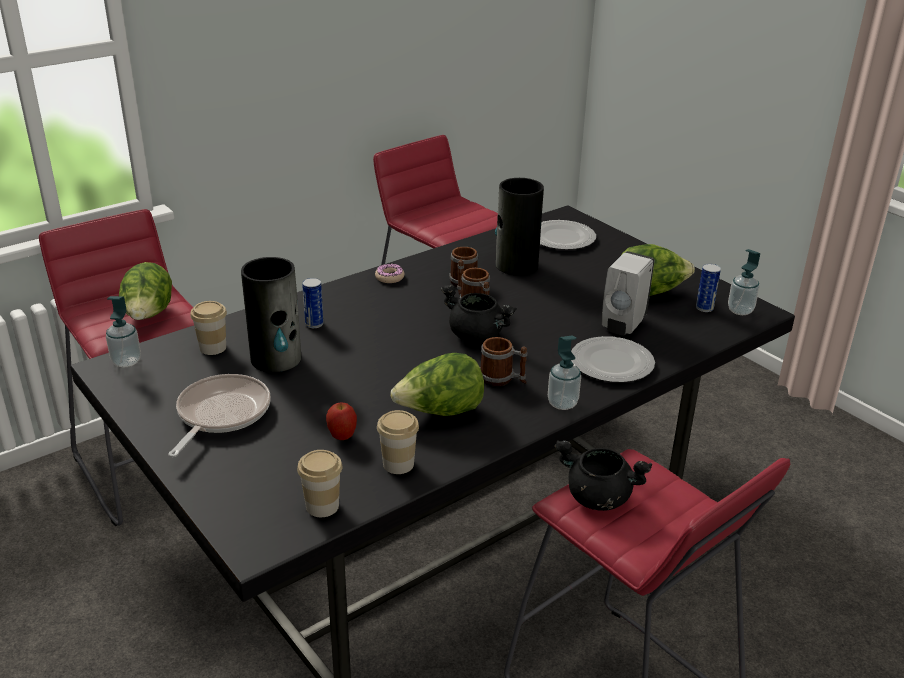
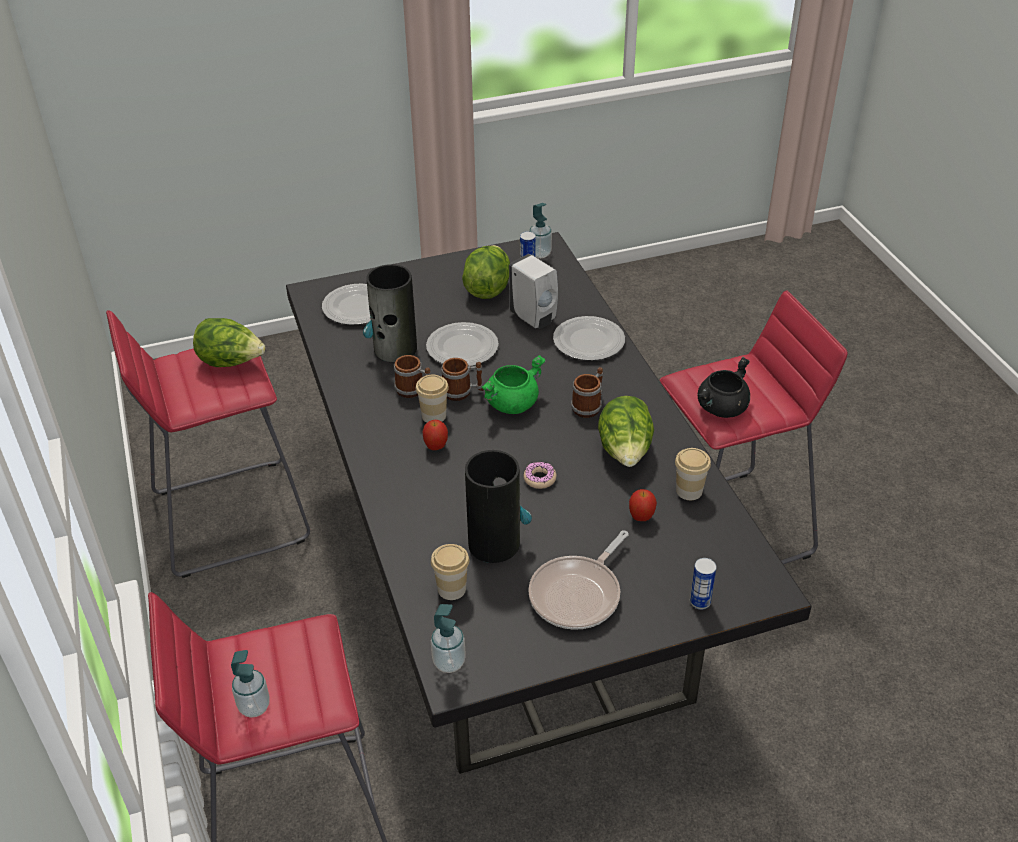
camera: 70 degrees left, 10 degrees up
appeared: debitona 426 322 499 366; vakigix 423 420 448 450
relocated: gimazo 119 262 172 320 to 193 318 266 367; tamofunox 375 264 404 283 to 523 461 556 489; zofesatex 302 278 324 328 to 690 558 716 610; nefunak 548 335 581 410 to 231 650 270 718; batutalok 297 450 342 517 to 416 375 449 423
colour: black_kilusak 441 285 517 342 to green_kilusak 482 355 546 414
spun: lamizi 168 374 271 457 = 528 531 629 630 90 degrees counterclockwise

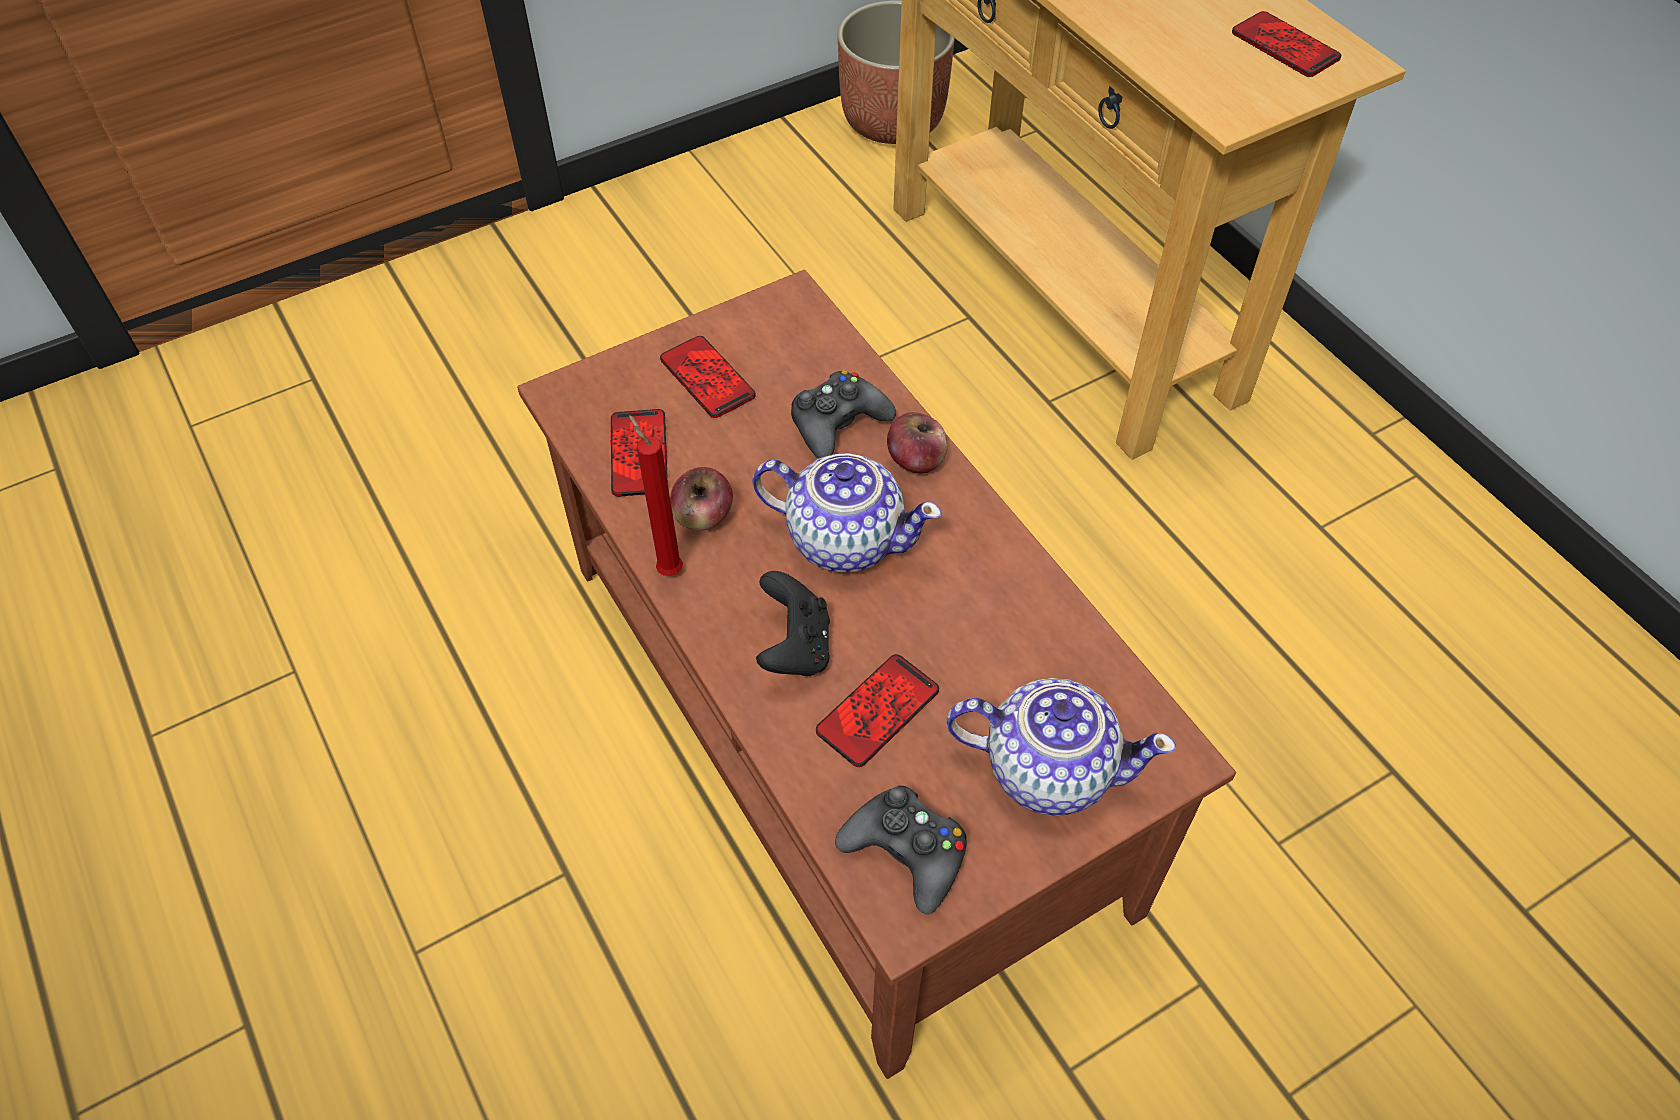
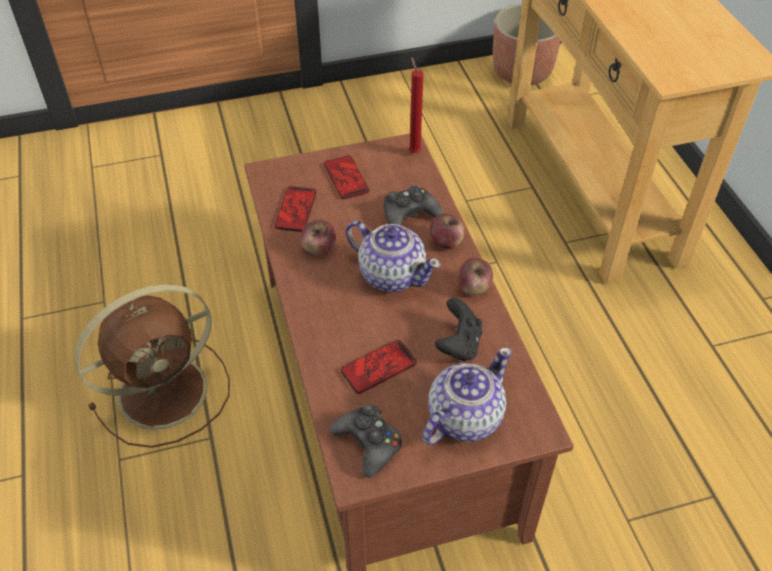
camera: 15 degrees right, 5 degrees down
missing: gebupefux 1232 11 1341 77
appeared: vakigix 457 258 493 295; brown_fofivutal 74 284 230 448
relocated: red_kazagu 629 415 683 576 to 409 57 423 153; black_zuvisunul 756 571 830 676 to 435 298 482 362
spun: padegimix 946 678 1176 816 = 422 347 512 445 75 degrees counterclockwise

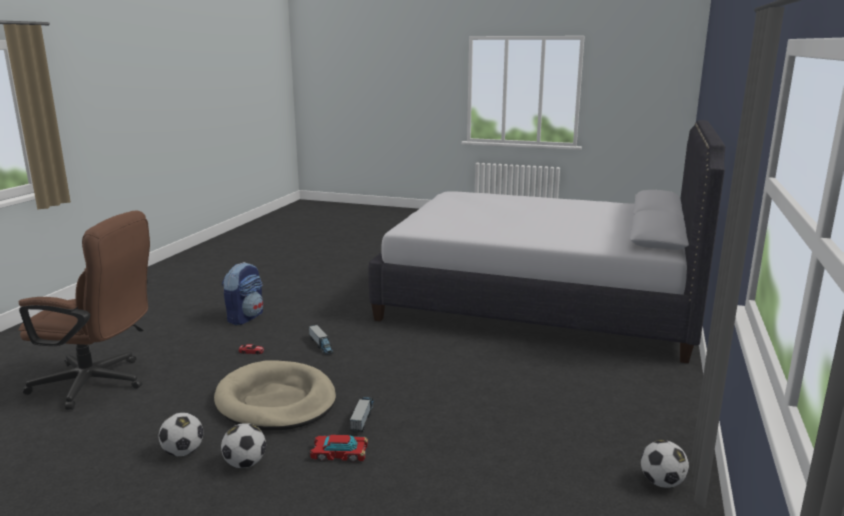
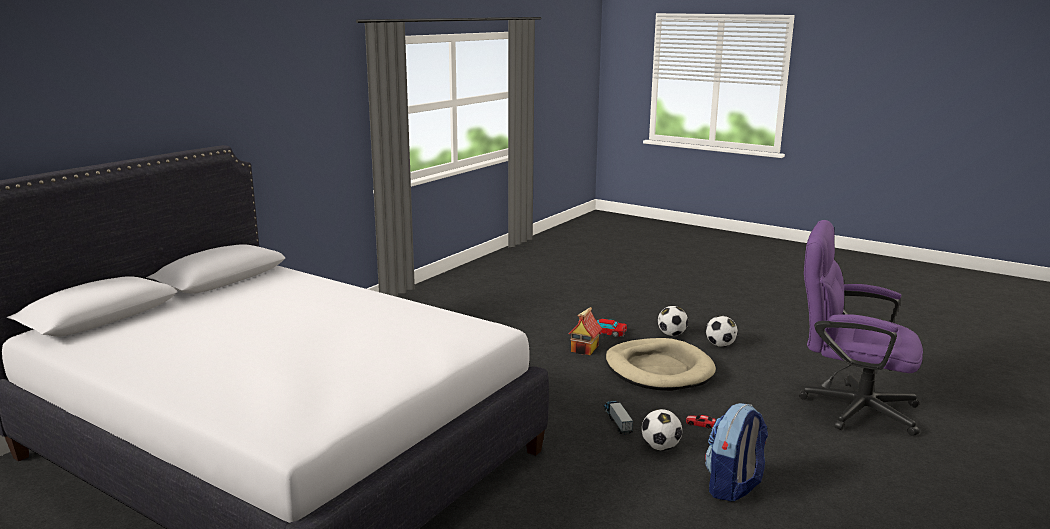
camera: 165 degrees left, 0 degrees up
relocated: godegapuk 641 440 689 488 to 642 409 682 451
exchanged: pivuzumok 350 397 374 433 to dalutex 568 307 602 355
colour: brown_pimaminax 18 210 150 410 to purple_pimaminax 799 220 923 436

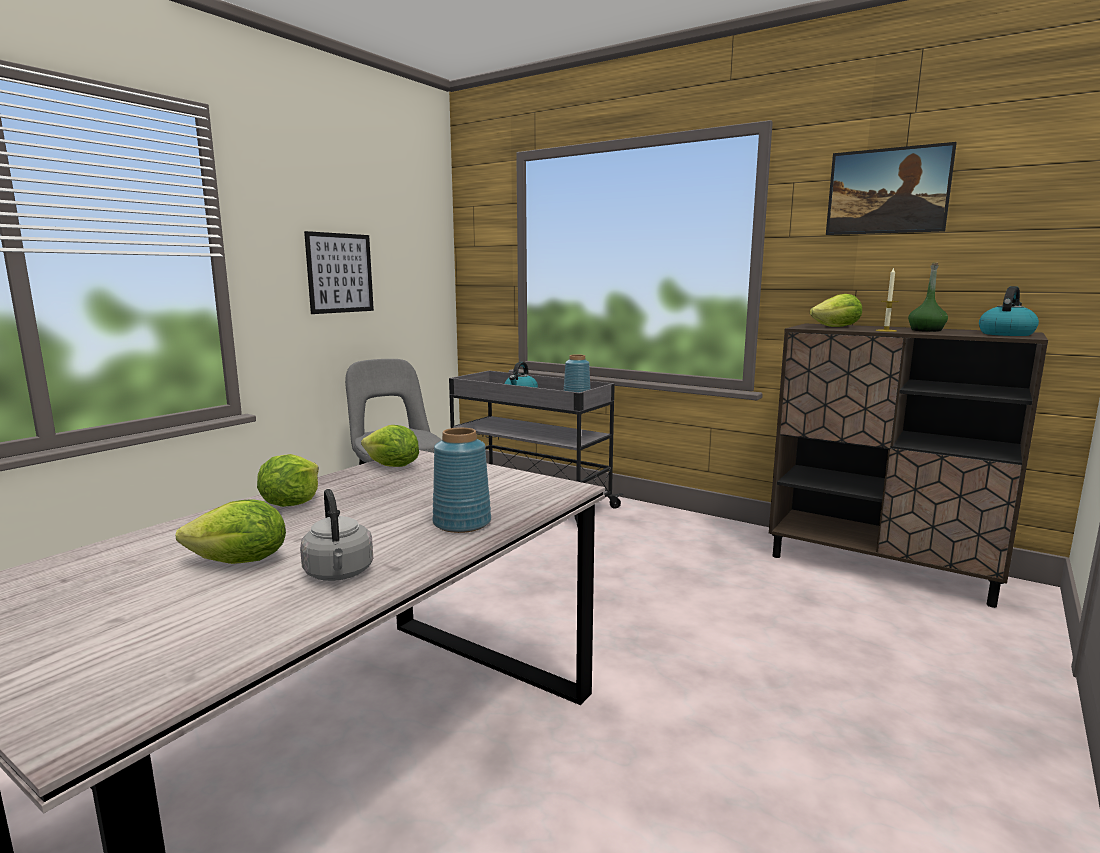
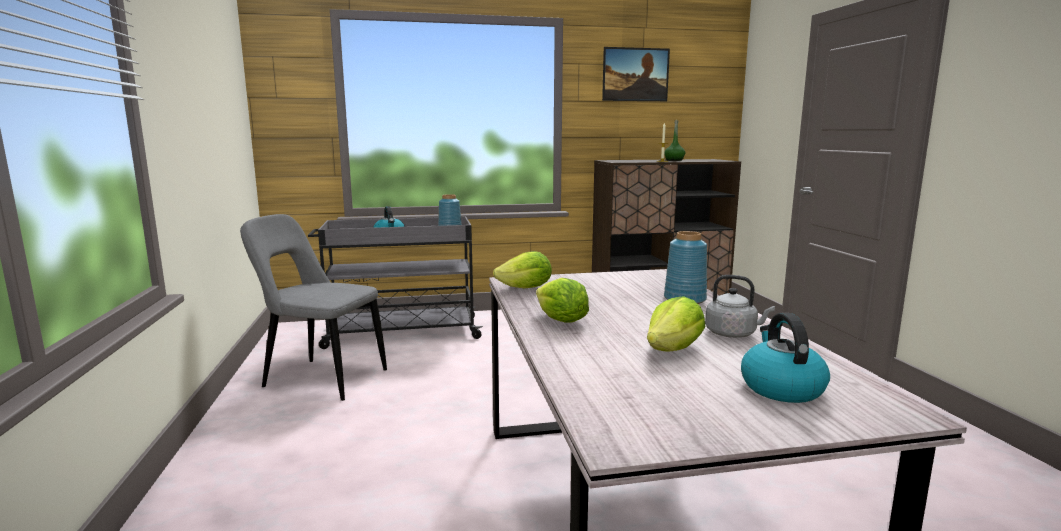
camera: 45 degrees left, 0 degrees up
missing: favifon 304 231 374 314; gimazo 810 294 862 327
relocated: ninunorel 979 286 1039 336 to 741 313 830 403

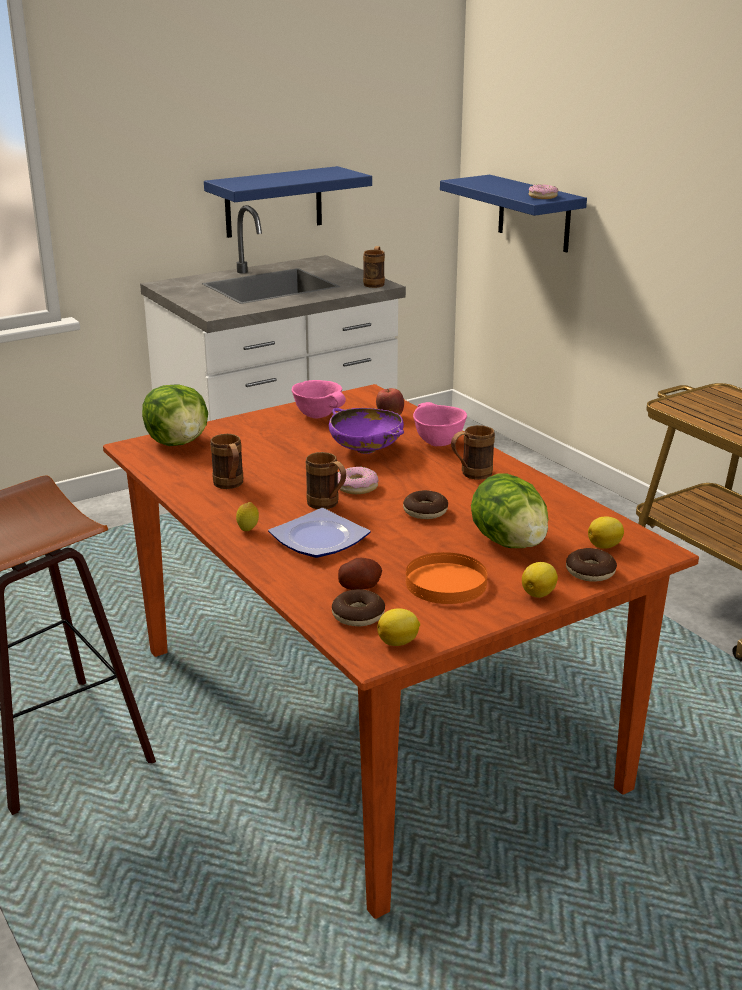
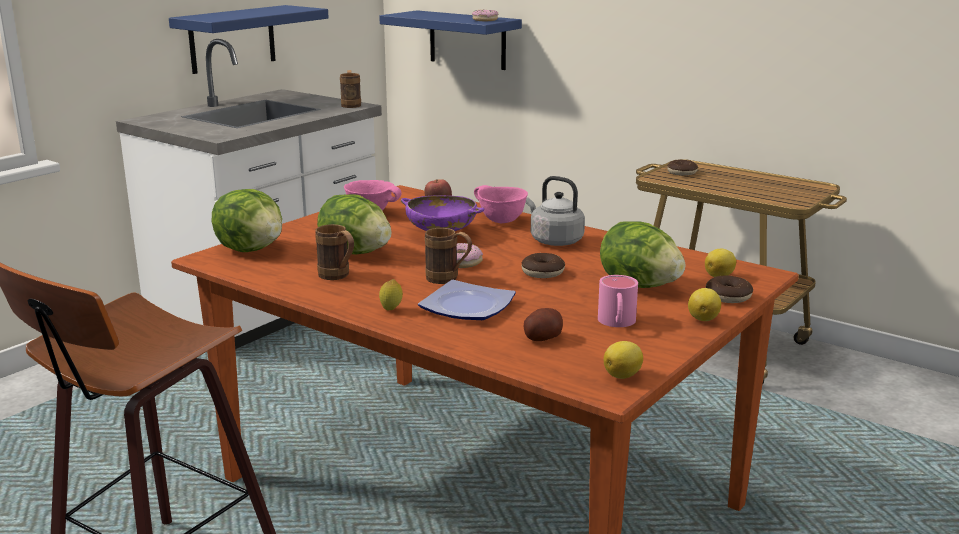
camera: 20 degrees left, 5 degrees down
appeared: gimazo 317 194 392 254
relocated: tamofunox 332 589 385 626 to 667 160 698 176
exchanged: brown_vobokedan 451 425 495 480 to grey_ninunorel 526 176 585 246; orange_debitona 406 552 487 604 to pink_vobokedan 598 275 638 327

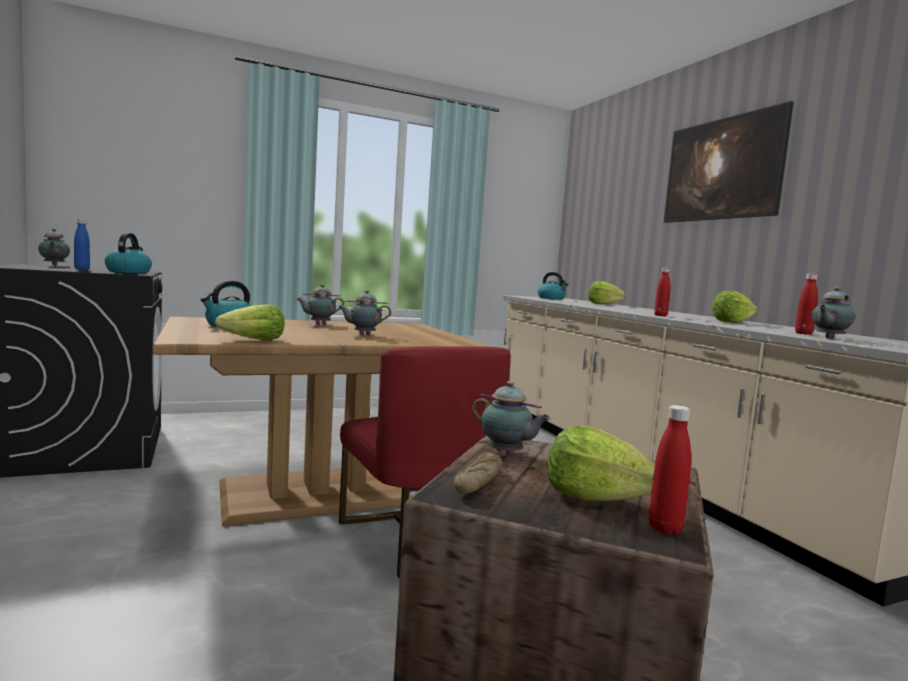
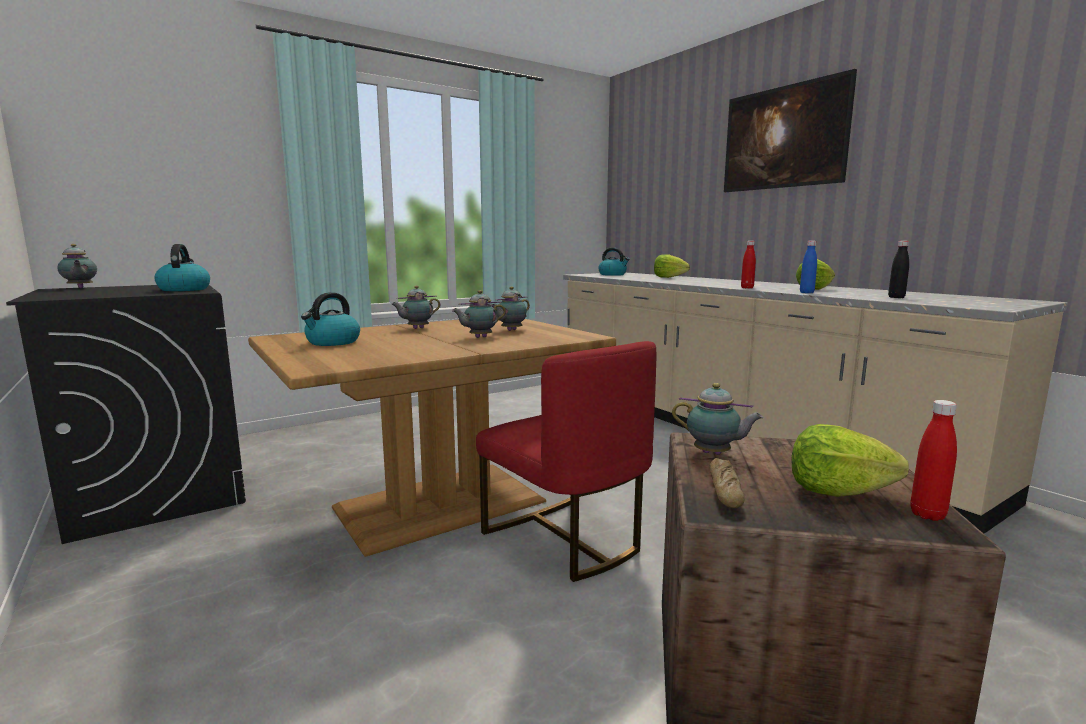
camera: 10 degrees left, 5 degrees up
missing: gimazo 215 304 285 340
relocated: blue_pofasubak 74 219 90 270 to 800 241 817 293; padegimix 812 287 855 339 to 491 286 530 331
colour: red_pofasubak 795 274 818 335 to black_pofasubak 888 241 909 298

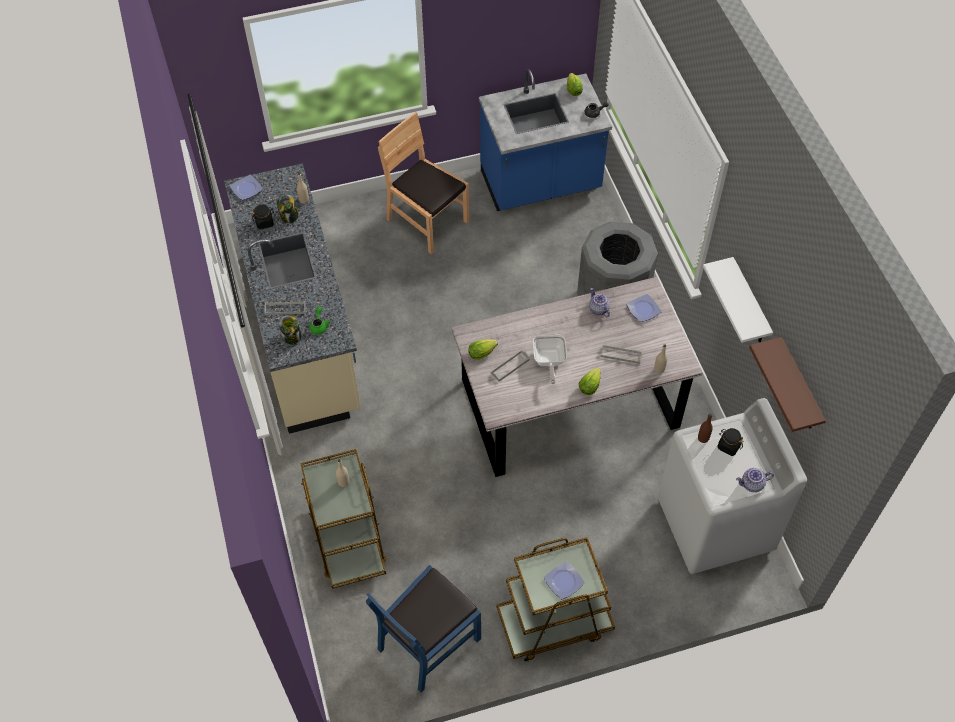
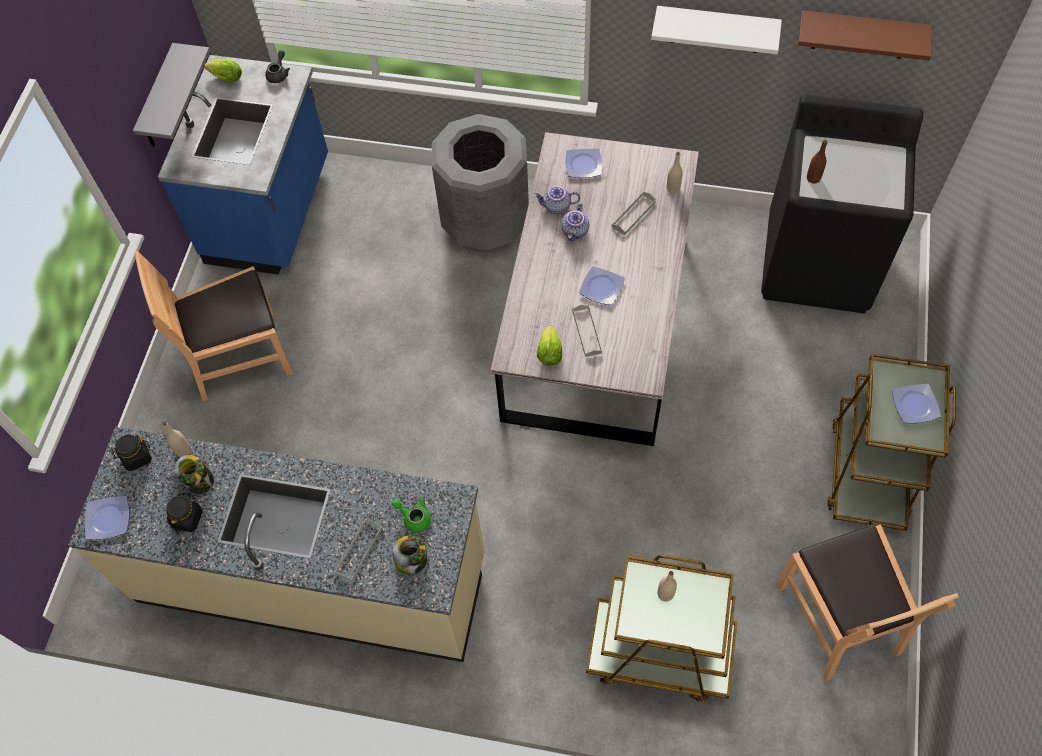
camera: 60 degrees left, 5 degrees up
missing: gimazo 579 368 601 395
appeared: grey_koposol 133 43 210 147
relocated: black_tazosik 717 428 744 456 to 111 435 152 471; padegimix 736 468 774 492 to 561 203 589 241
exchanged: lamizi 533 335 567 384 to debitona 579 266 625 305
colour: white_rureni 658 398 807 574 to black_rureni 761 95 923 313; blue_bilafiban 366 565 481 693 to brown_bilafiban 776 524 959 681

